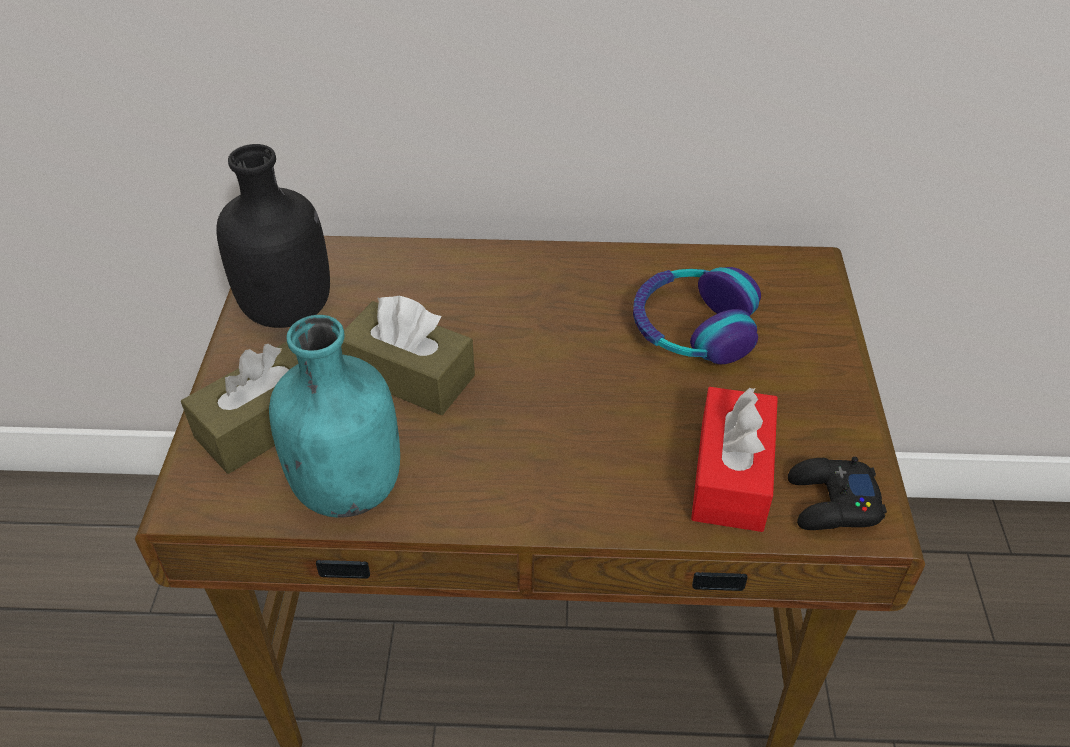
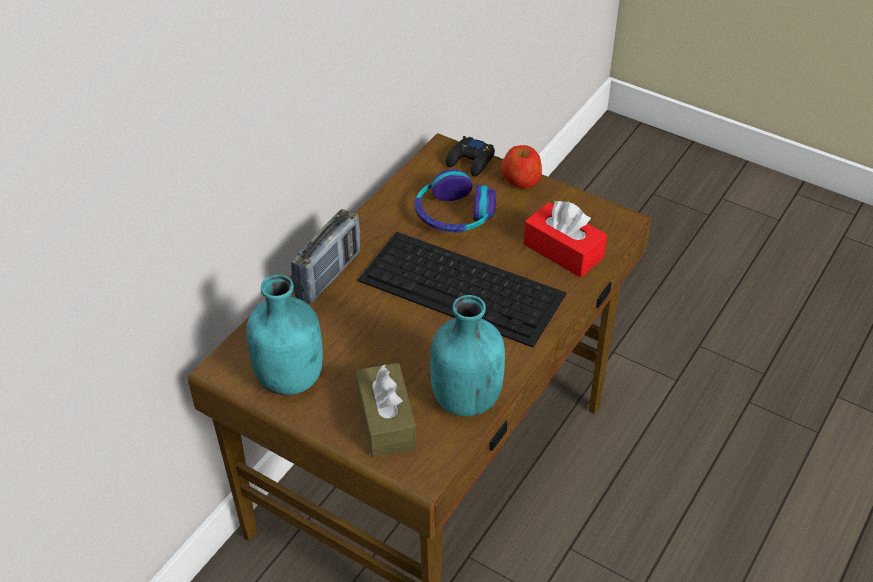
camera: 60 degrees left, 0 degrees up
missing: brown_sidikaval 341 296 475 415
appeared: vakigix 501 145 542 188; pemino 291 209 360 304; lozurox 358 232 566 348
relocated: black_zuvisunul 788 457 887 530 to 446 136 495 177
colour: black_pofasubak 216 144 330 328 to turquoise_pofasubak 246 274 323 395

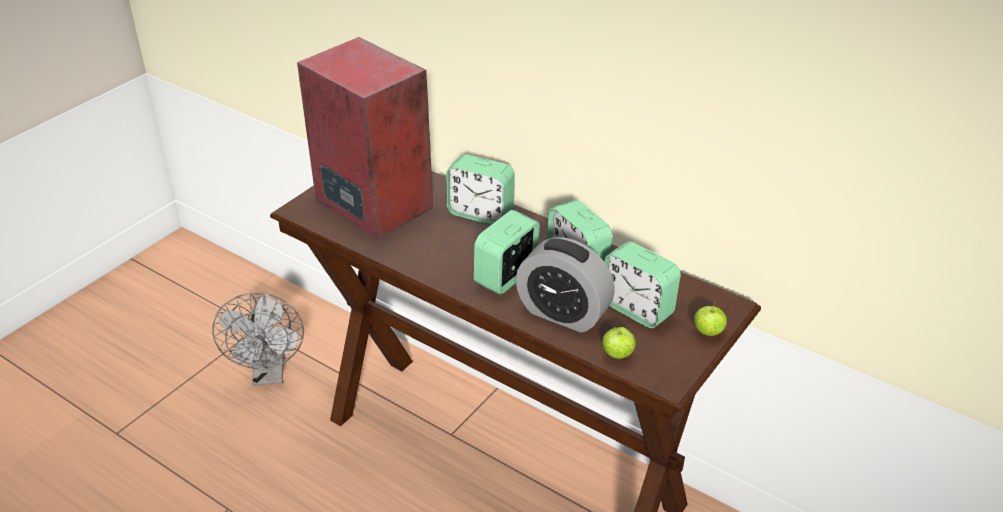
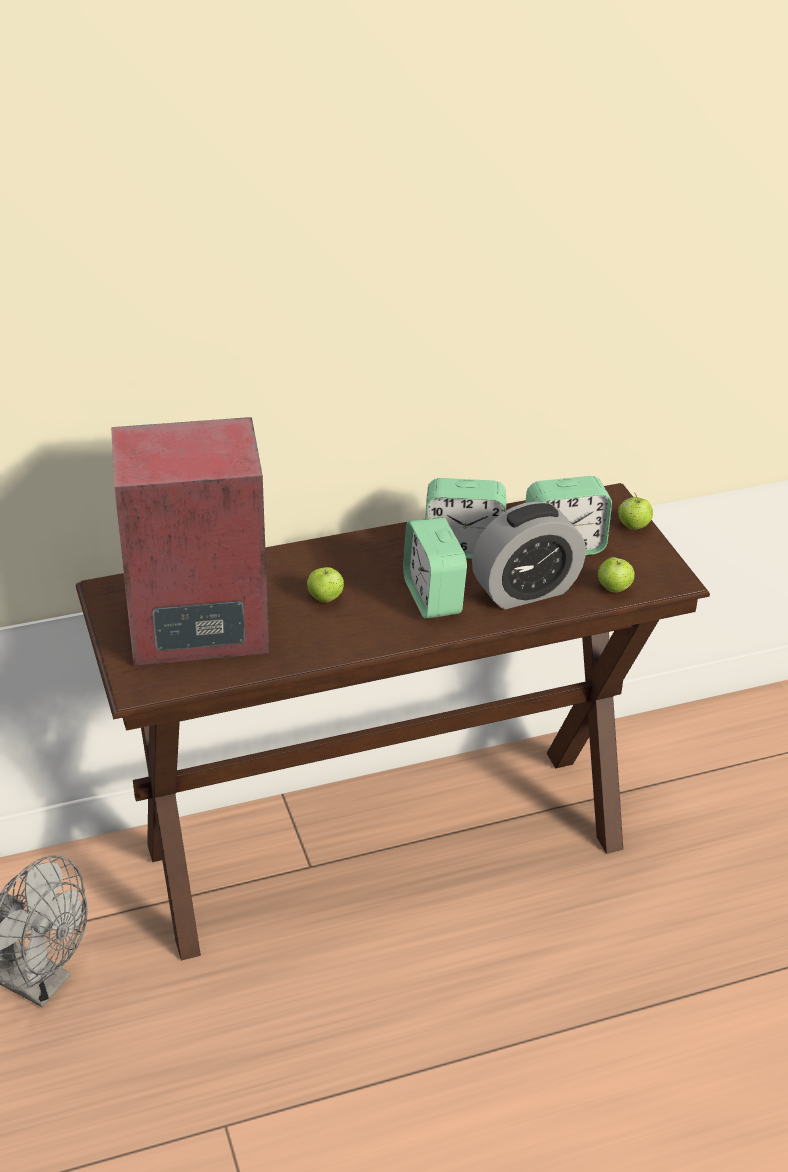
camera: 55 degrees left, 0 degrees up
missing: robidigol 446 154 515 225
appeared: vakigix 307 567 344 603

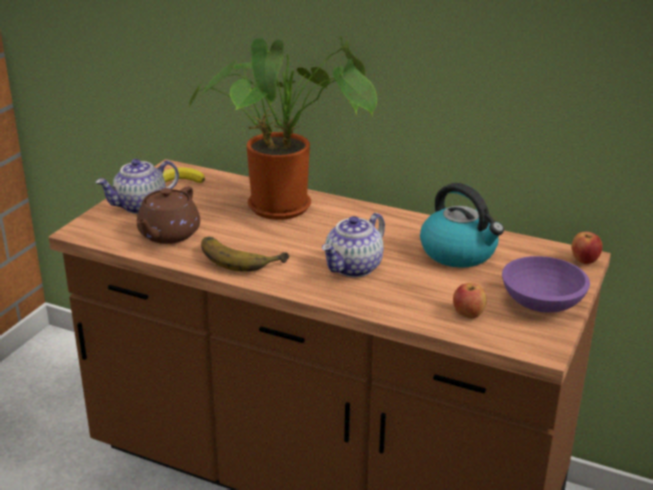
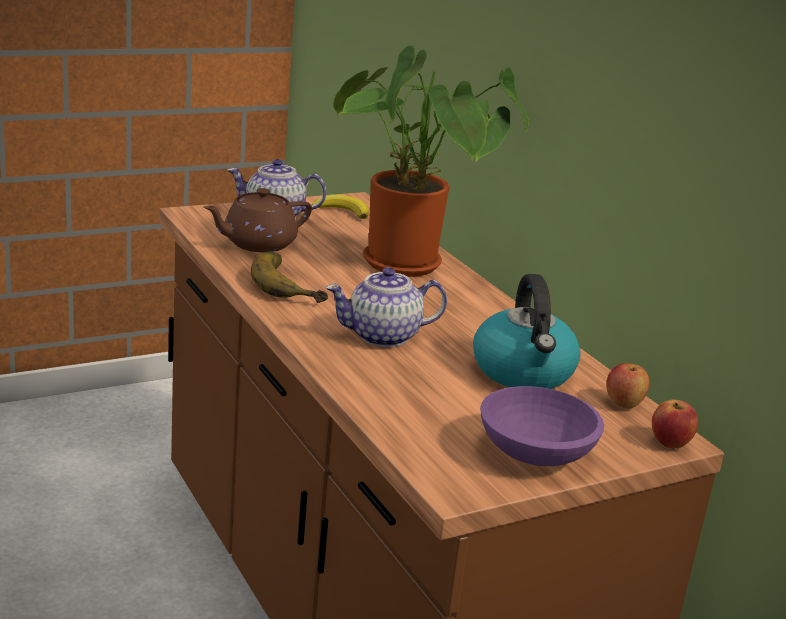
camera: 35 degrees right, 5 degrees down
relocated: vakigix 453 283 487 318 to 606 363 650 408

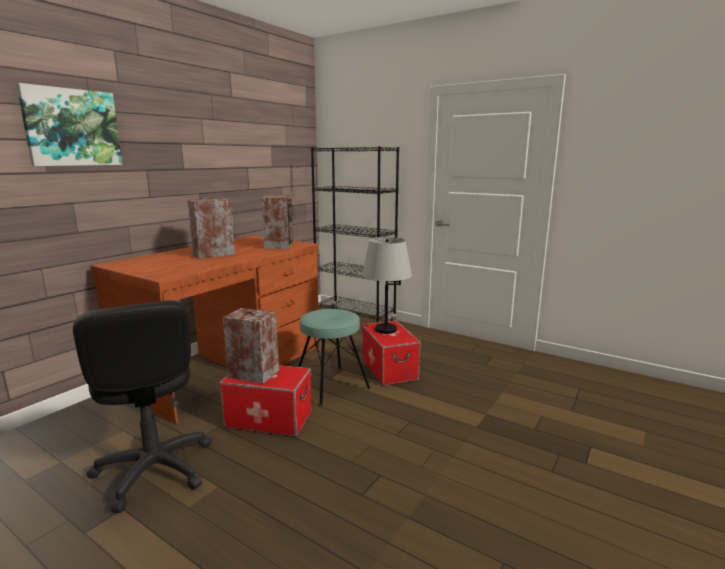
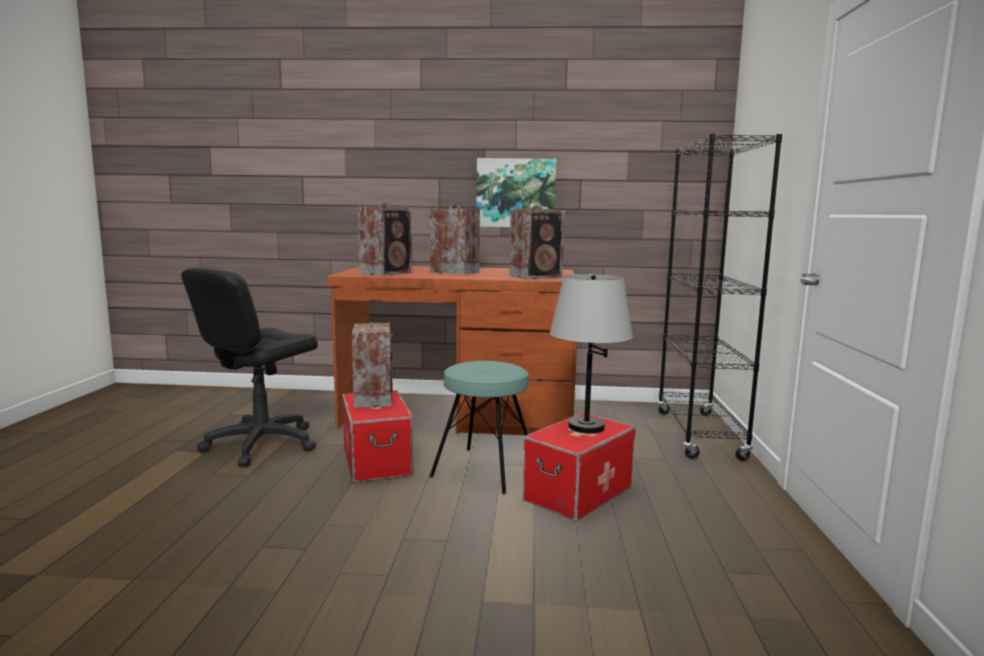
camera: 60 degrees right, 5 degrees down
appeared: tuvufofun 358 203 411 276
relocated: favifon 16 83 123 166 to 476 158 556 227

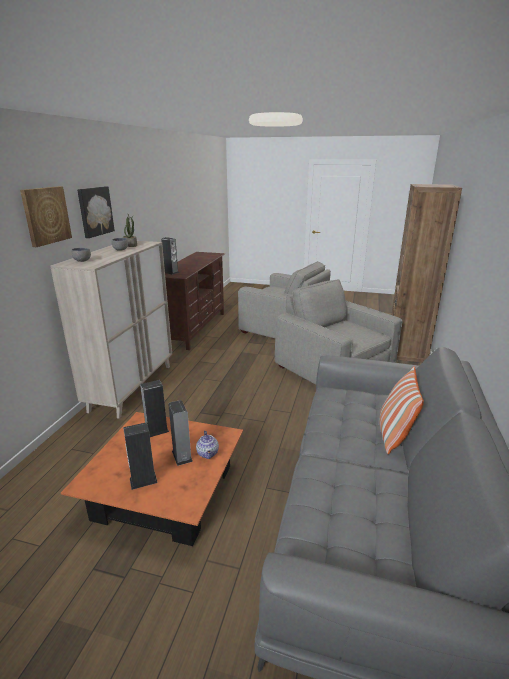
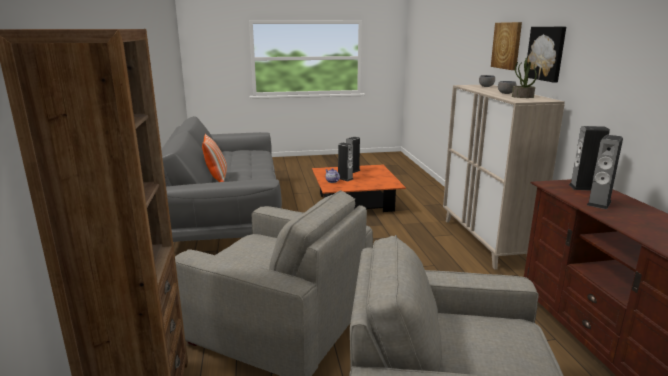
camera: 155 degrees right, 5 degrees down
relocated: tuvufofun 140 380 169 437 to 587 135 623 209

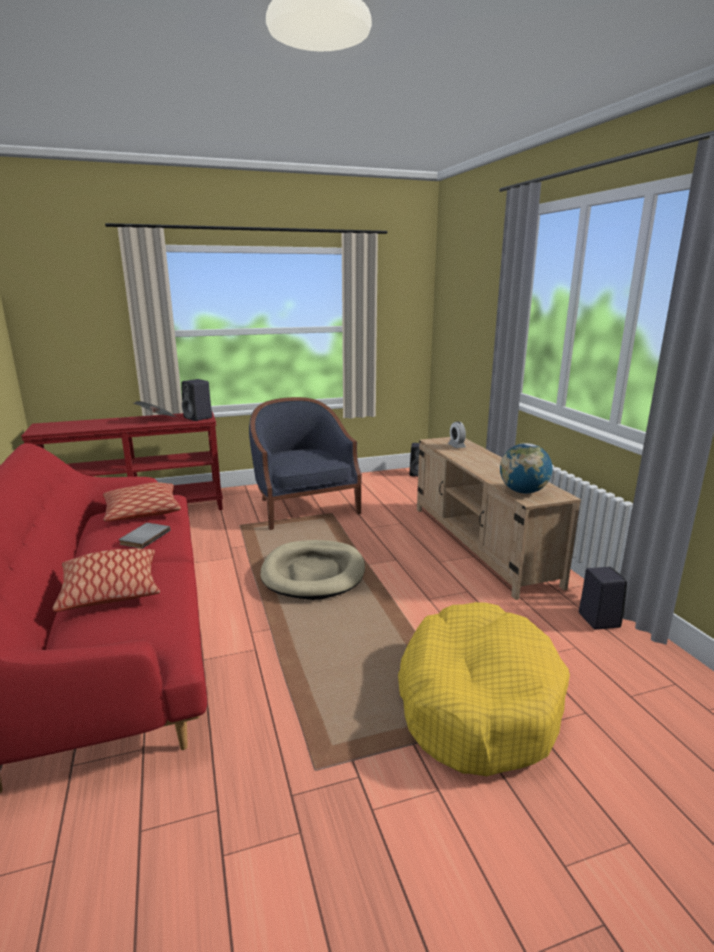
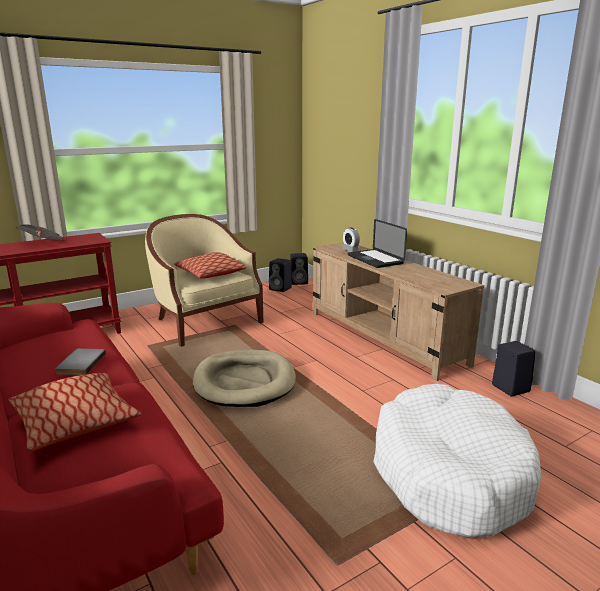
camera: 15 degrees left, 0 degrees up
missing: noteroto 500 443 552 494
appeared: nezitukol 348 219 407 268
relocated: black_tuvufofun 181 379 212 421 to 269 258 292 292; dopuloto 103 482 181 521 to 175 252 246 278
colour: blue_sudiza 249 397 362 530 to beige_sudiza 145 214 263 347; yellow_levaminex 398 602 570 776 to white_levaminex 373 384 541 538

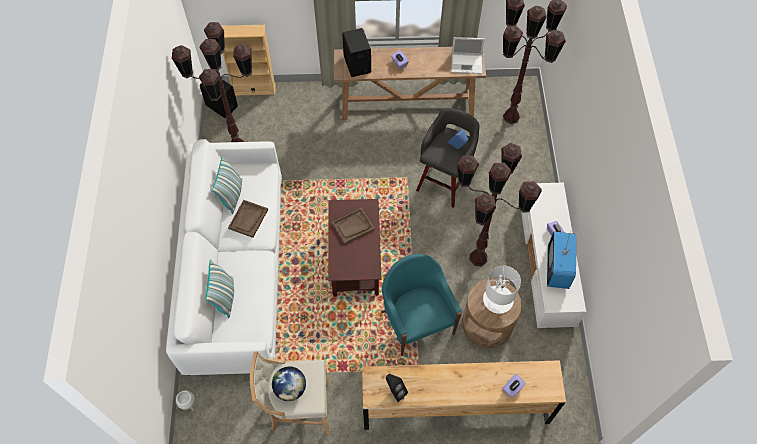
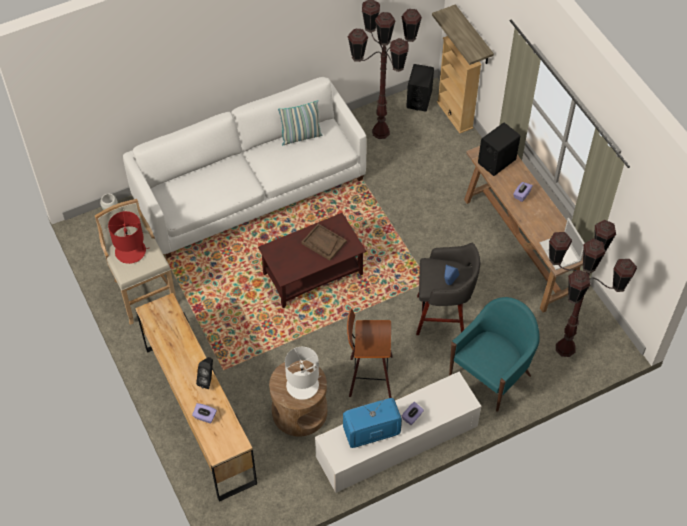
camera: 65 degrees right, 5 degrees down
missing: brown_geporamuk 228 200 268 238; dopuloto 205 259 234 318
appeared: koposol 432 4 494 65
relocated: turquoise_sudiza 381 254 462 356 to 449 297 540 412; black_tuvufofun 386 374 408 402 to 196 357 213 389
exchanged: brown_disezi 457 143 542 266 to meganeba 347 309 393 398; noteroto 272 367 306 401 to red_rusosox 108 211 149 264

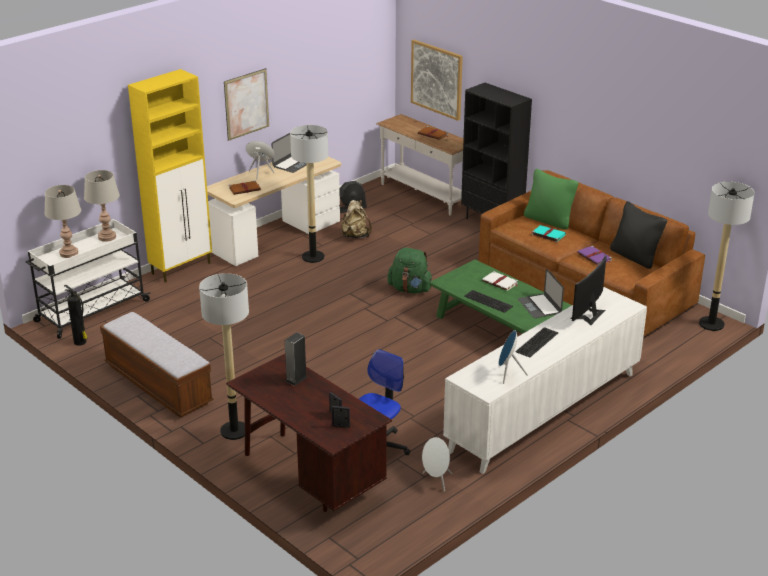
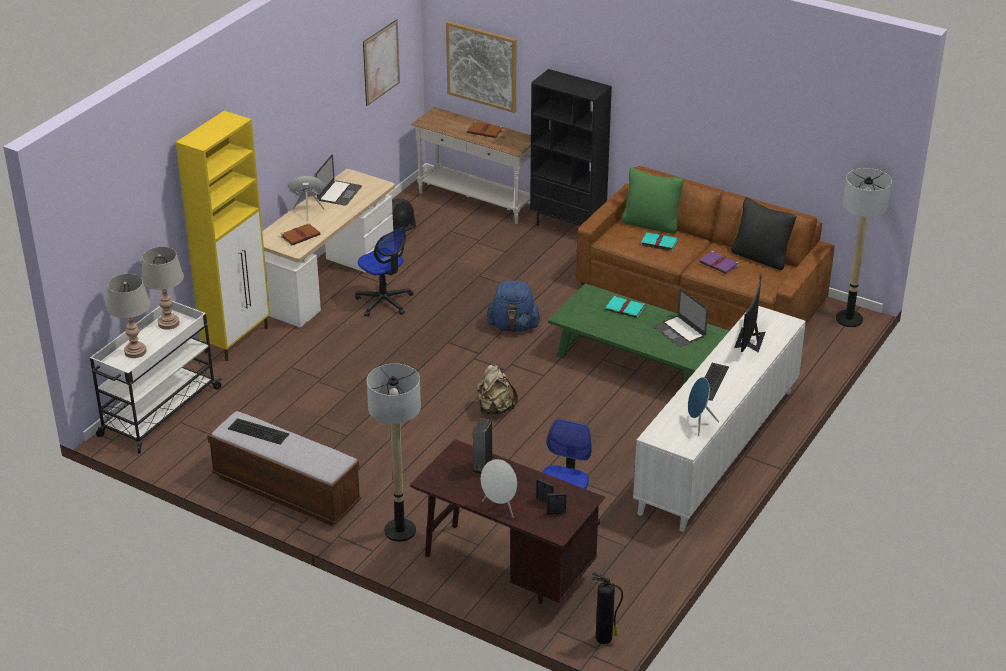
camera: 15 degrees left, 5 degrees up
relocated: favifon 224 68 269 141 to 363 20 400 106; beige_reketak 341 200 372 238 to 476 365 518 415; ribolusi 64 285 87 346 to 592 572 623 644; lozurox 464 290 513 313 to 228 418 289 444; white_tuvufofun 422 437 453 492 to 481 459 517 518
exchanged: disezi 290 125 328 263 to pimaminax 355 226 414 317
colour: green_reketak 387 248 432 294 to blue_reketak 487 281 541 332; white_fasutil 482 271 518 291 to turquoise_fasutil 605 296 645 318

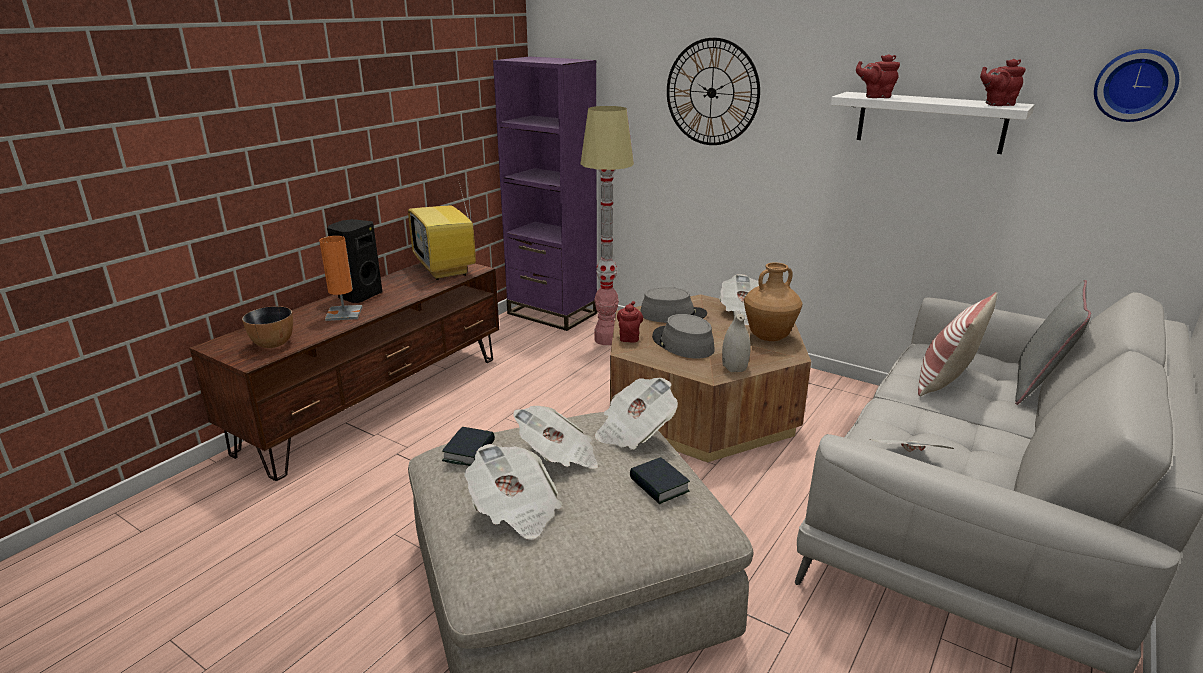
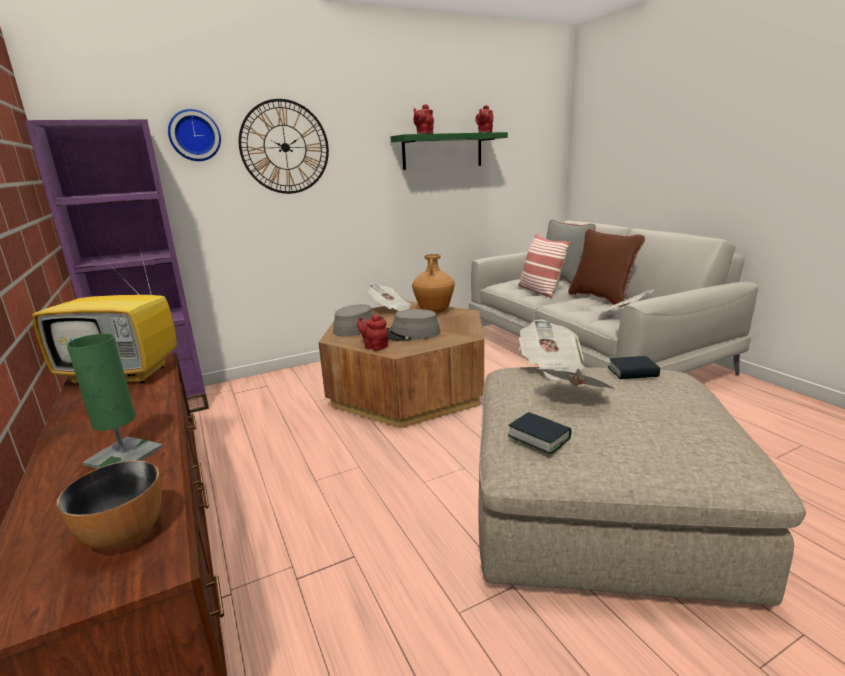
camera: 60 degrees left, 5 degrees down
missing: disezi 580 106 634 345; black_tuvufofun 327 219 382 303; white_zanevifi 722 310 751 372; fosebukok 465 444 562 540
appeared: brown_dopuloto 568 229 645 307
relocated: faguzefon 1094 49 1179 122 to 168 109 221 161
colour: white_koposol 831 92 1034 154 to green_koposol 391 132 508 170; orange_rusosox 319 236 362 321 to green_rusosox 67 333 163 469

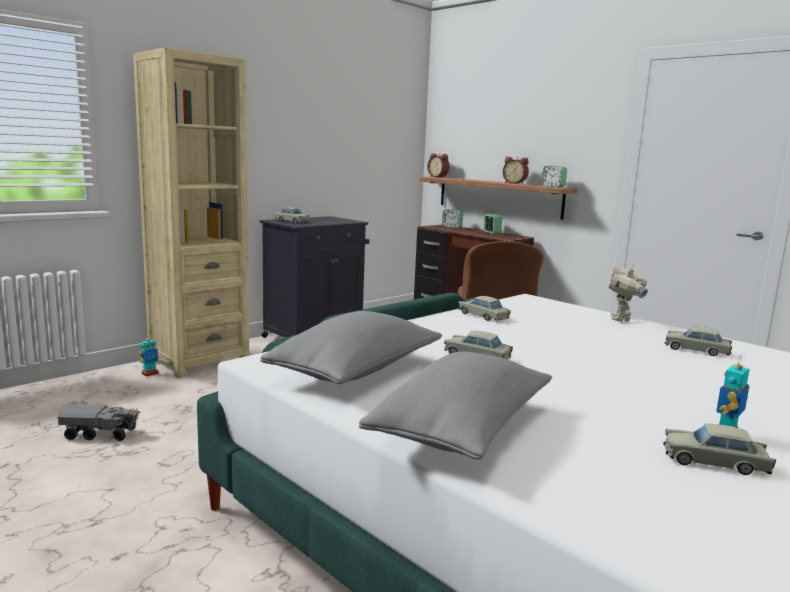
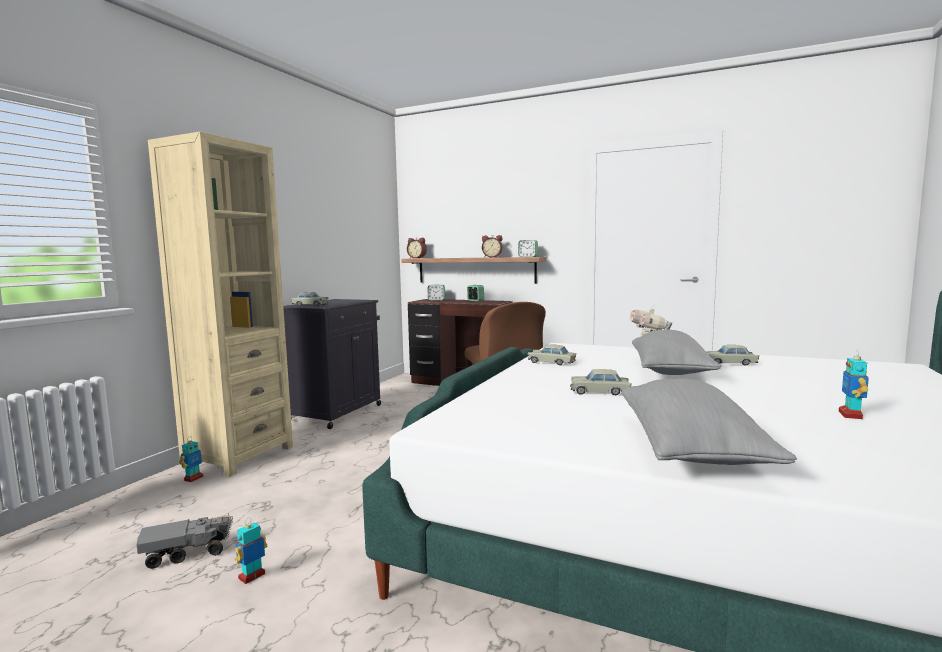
camera: 20 degrees left, 5 degrees down
missing: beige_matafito 663 424 776 475
appeared: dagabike 234 517 267 584
relocated: grey_dopuloto 260 311 442 384 to 632 330 721 375

